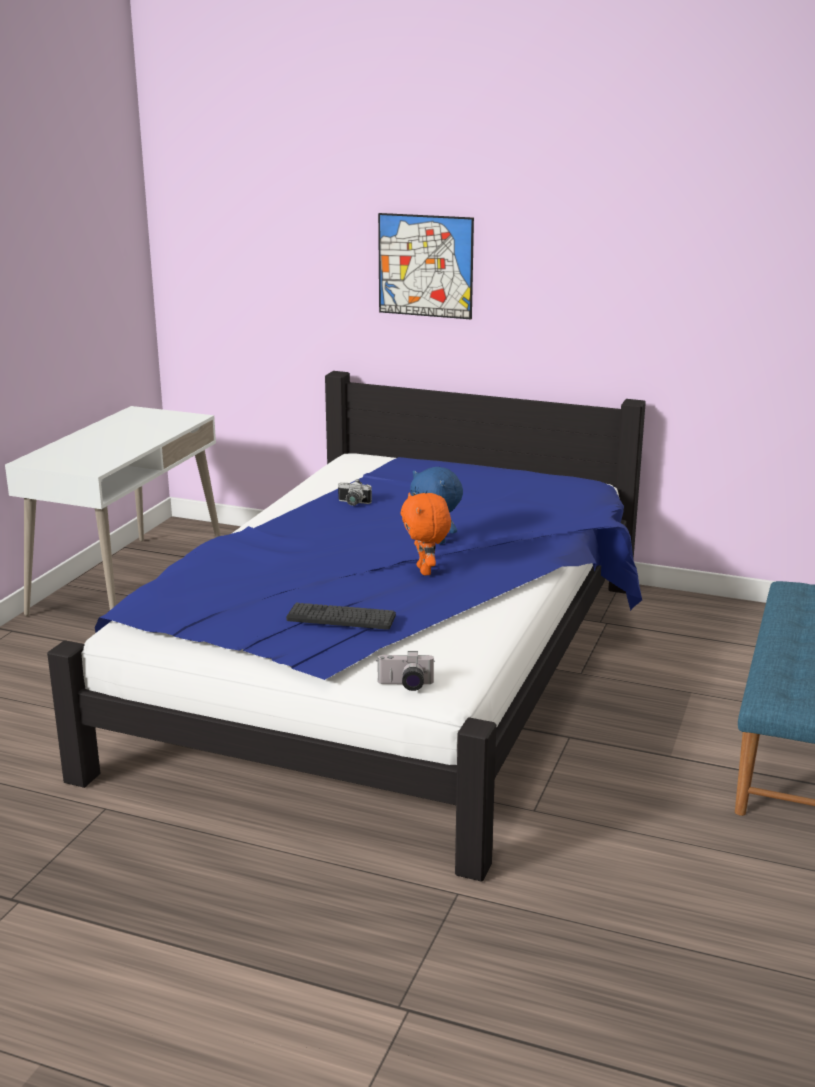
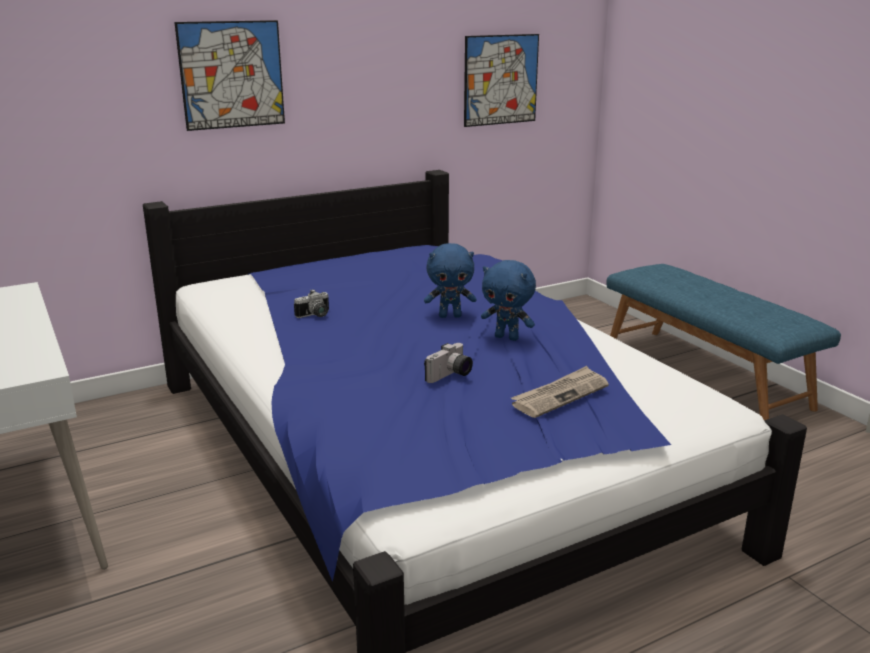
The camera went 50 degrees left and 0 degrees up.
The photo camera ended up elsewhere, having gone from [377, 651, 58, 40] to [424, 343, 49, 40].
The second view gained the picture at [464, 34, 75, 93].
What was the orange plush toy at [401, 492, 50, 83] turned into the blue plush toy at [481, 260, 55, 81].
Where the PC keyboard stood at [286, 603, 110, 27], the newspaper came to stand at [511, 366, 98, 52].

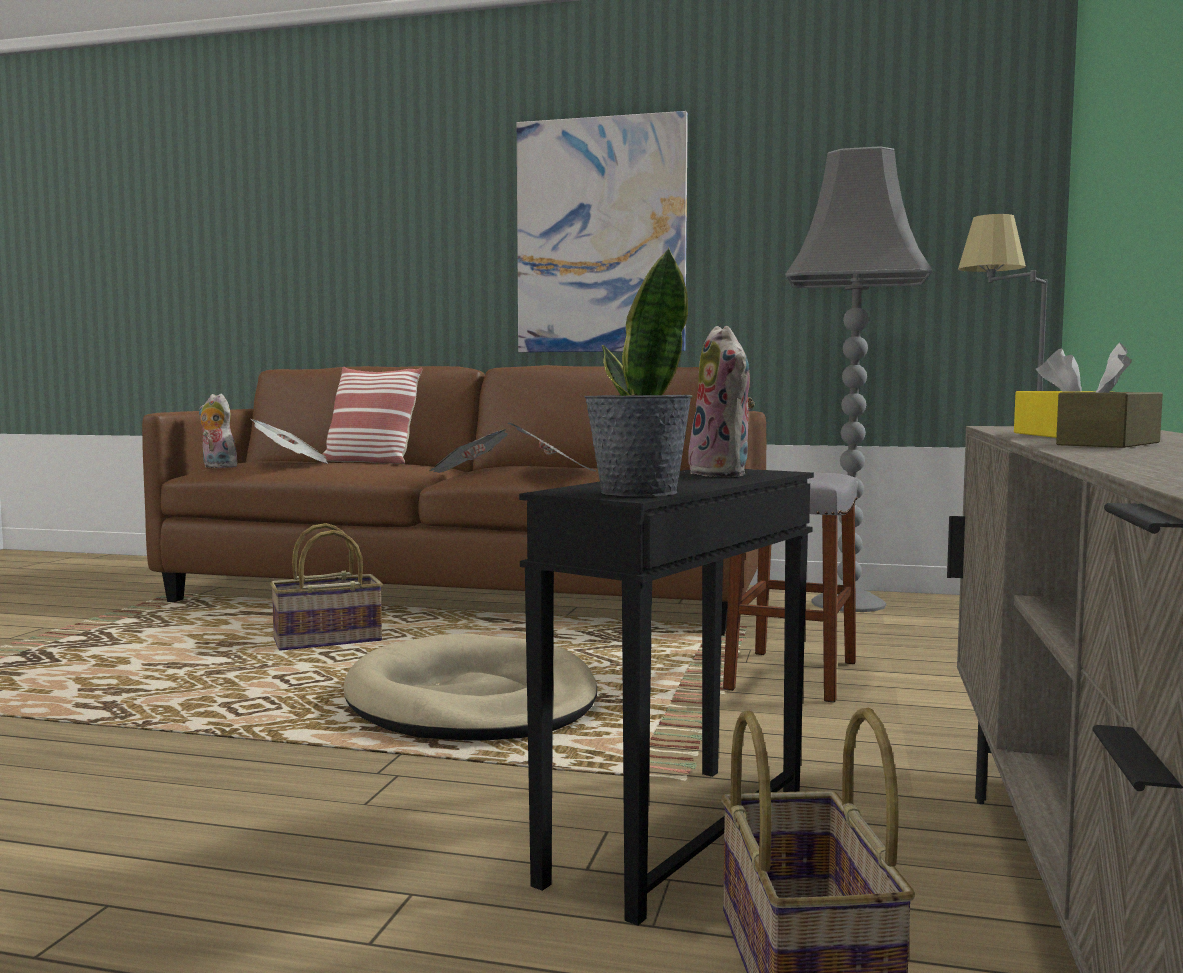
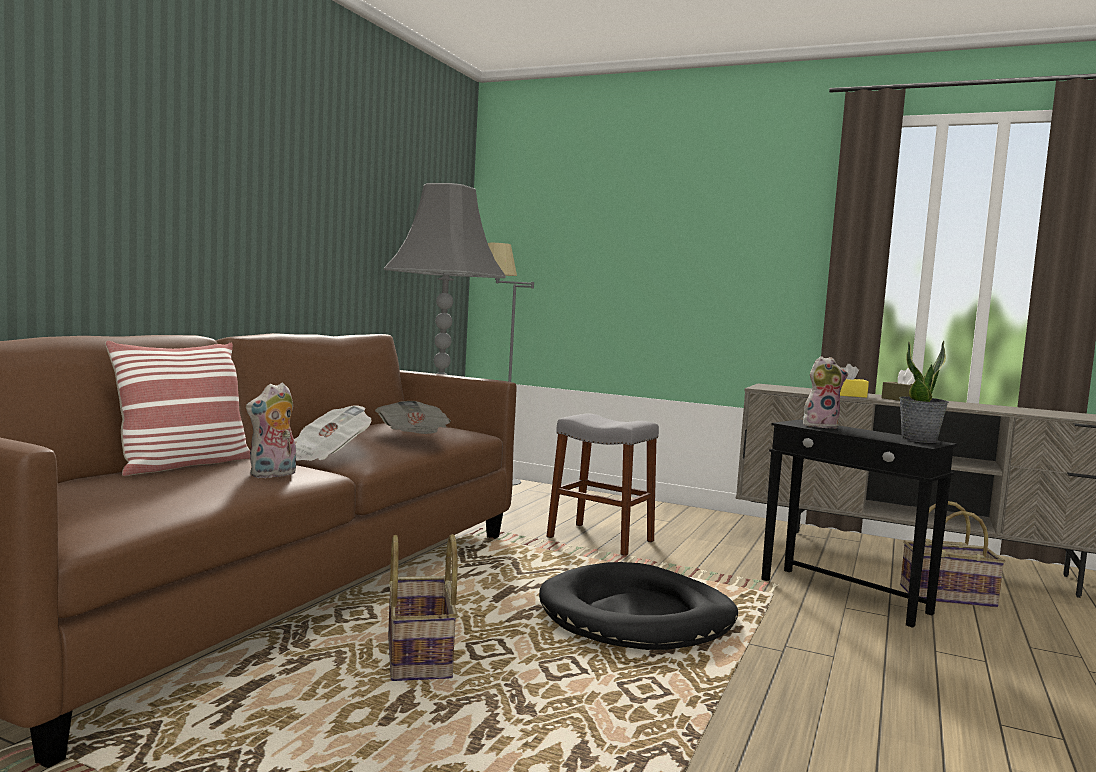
The camera went 80 degrees left and 0 degrees up.
The plush toy ended up elsewhere, having gone from [199, 394, 38, 74] to [246, 383, 50, 95].
What was the sand-coloured dog bed at [343, 634, 254, 107] turned into the black-coloured dog bed at [539, 562, 199, 88].
The second view lost the newspaper at [251, 419, 77, 45].
The second view lost the picture at [517, 111, 171, 241].

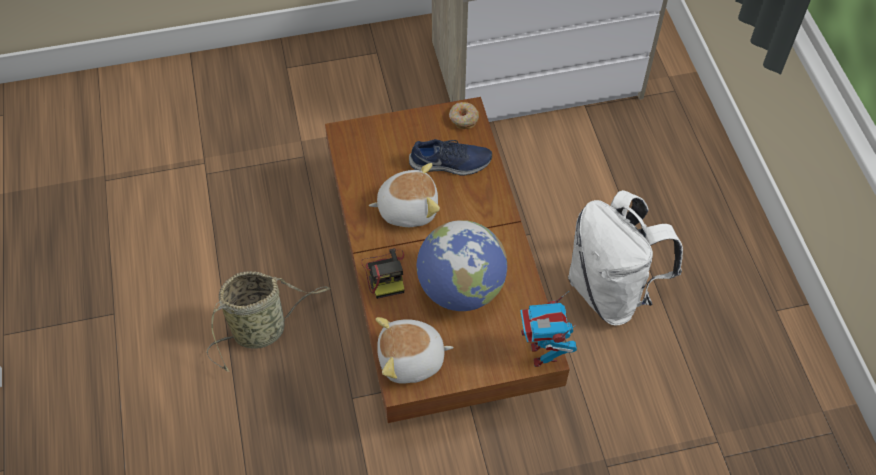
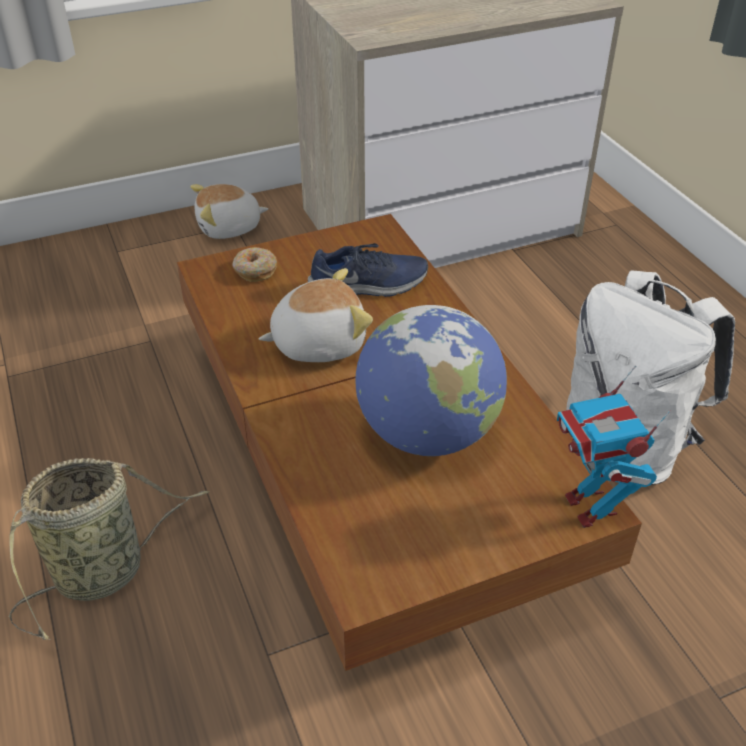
The camera went 10 degrees left and 15 degrees down.
The plush toy ended up elsewhere, having gone from [376, 317, 78, 67] to [190, 184, 78, 55].
The doughnut ended up elsewhere, having gone from [449, 102, 30, 27] to [232, 247, 45, 35].
The second view lost the photo camera at [361, 248, 43, 51].

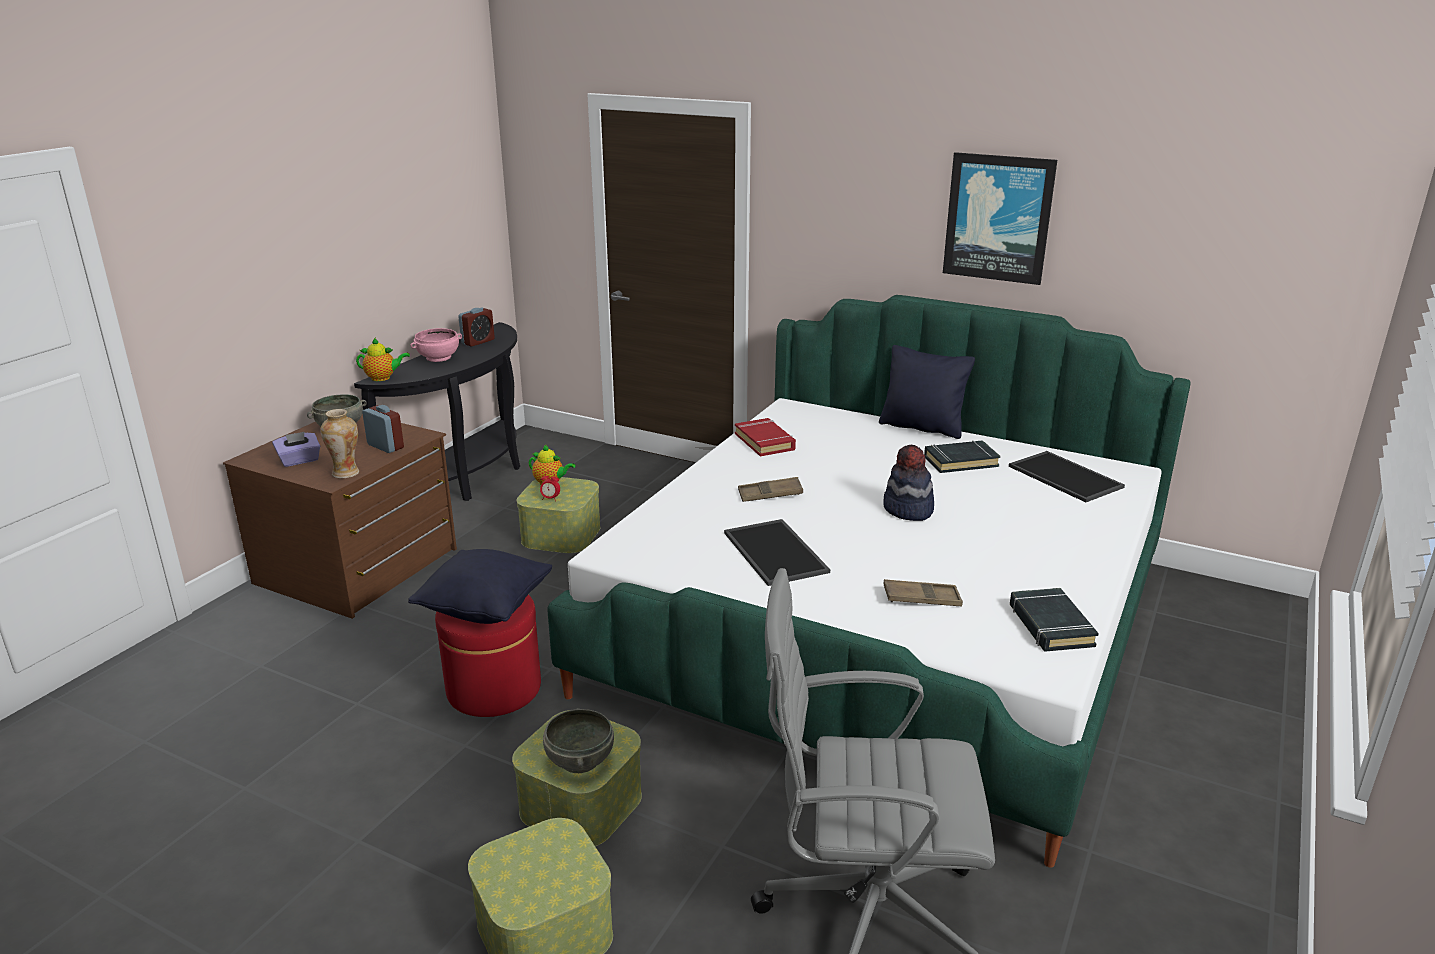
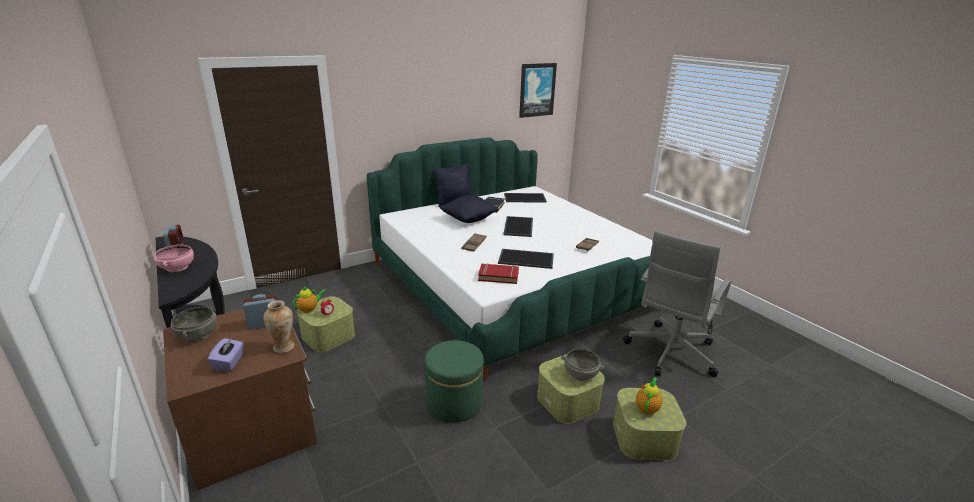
The camera went 60 degrees left and 0 degrees up.
What was the red ottoman at [435, 594, 106, 123] turned into the green-coloured ottoman at [425, 340, 59, 82].
The black-coloured throw pillow ended up elsewhere, having gone from [408, 549, 144, 75] to [440, 195, 58, 28].
The red book ended up elsewhere, having gone from [735, 418, 61, 38] to [478, 263, 41, 21].
Where the hat stood at [883, 445, 51, 76], the serving tray came to stand at [503, 216, 30, 21].
The picture ended up elsewhere, having gone from [943, 152, 114, 133] to [519, 63, 38, 55].
The teapot ended up elsewhere, having gone from [356, 337, 54, 44] to [636, 377, 26, 38].
The second view lost the black-coloured book at [1010, 588, 89, 64].

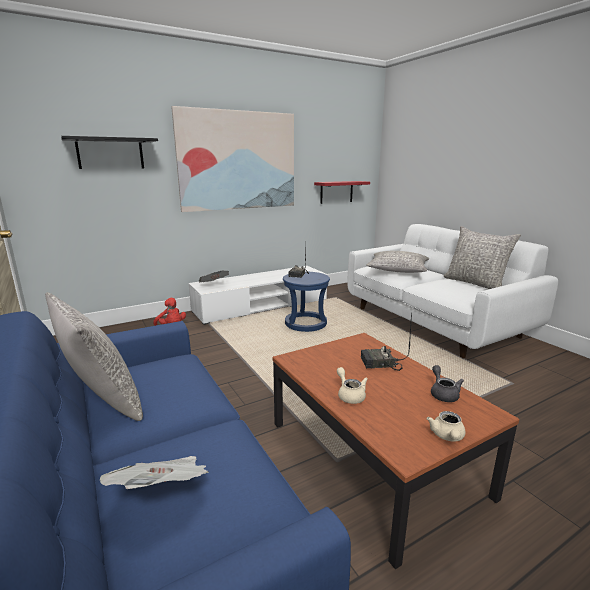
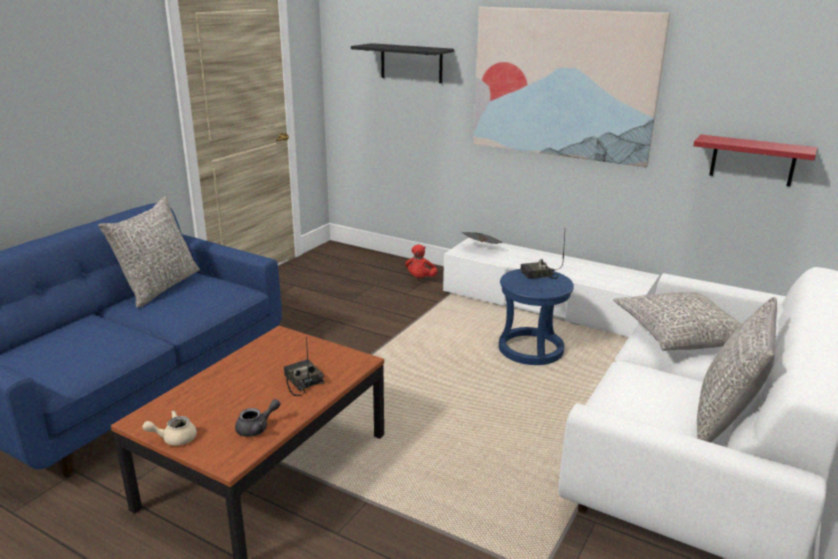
The camera went 60 degrees right and 5 degrees up.
The second view lost the newspaper at [100, 456, 109, 33].
The second view lost the sand-coloured teapot at [337, 367, 31, 37].

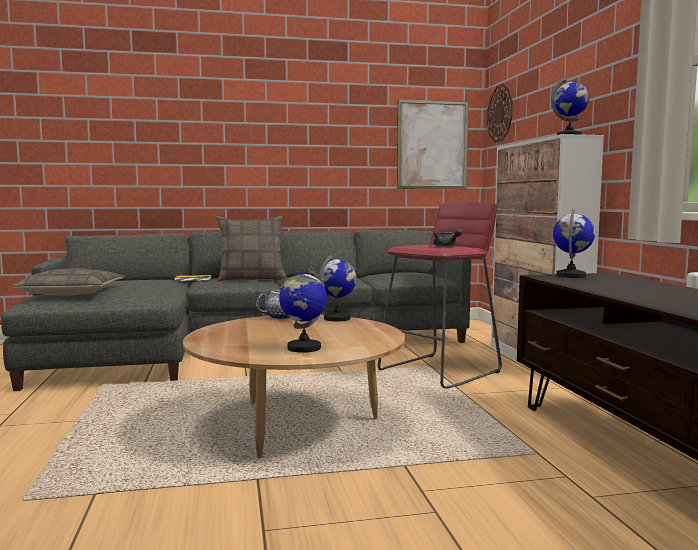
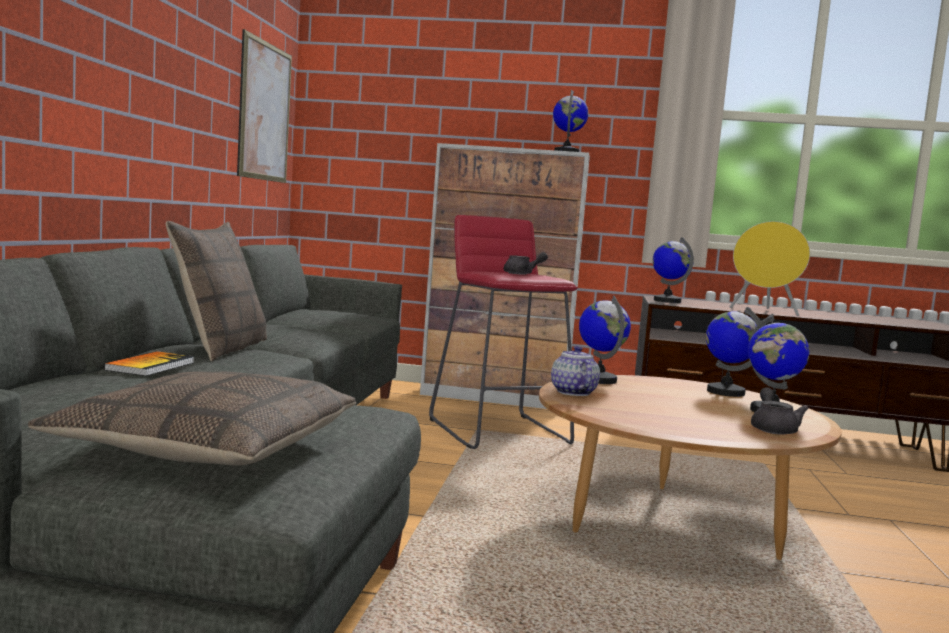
The camera went 70 degrees left and 0 degrees up.
The second view gained the desk globe at [706, 307, 55, 90].
The second view gained the yellowish audio speaker at [730, 221, 80, 95].
The second view gained the gray teapot at [751, 387, 58, 48].
The second view lost the clock on the wall at [487, 84, 26, 59].

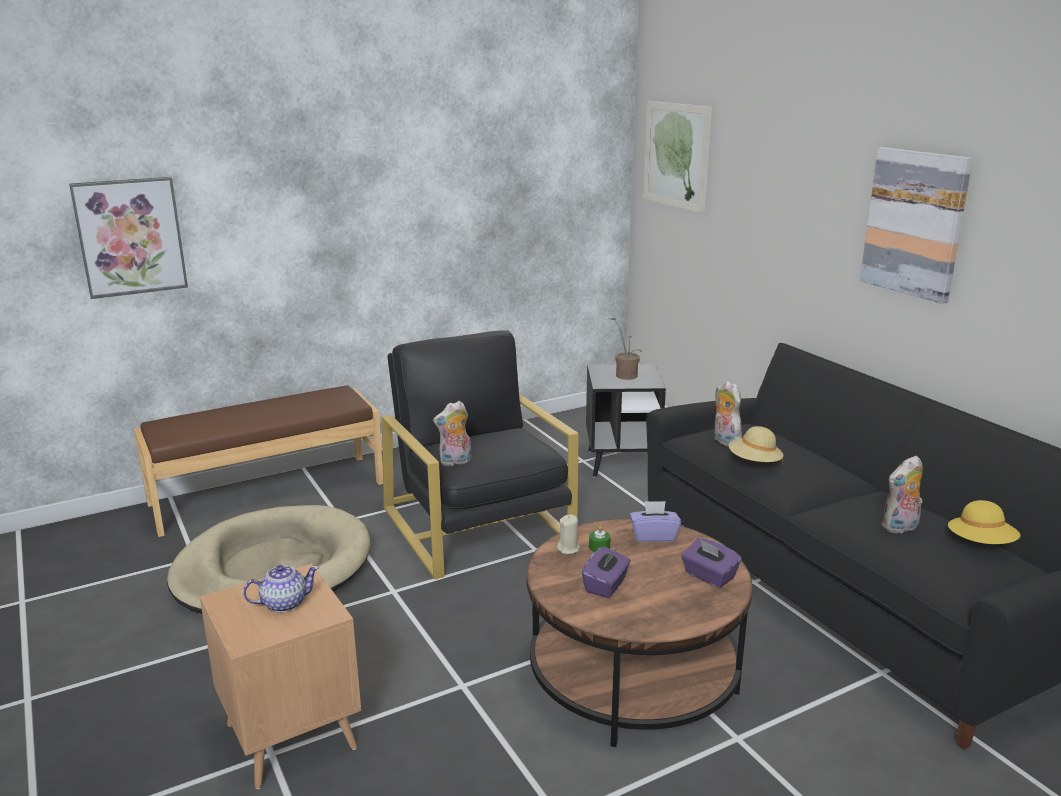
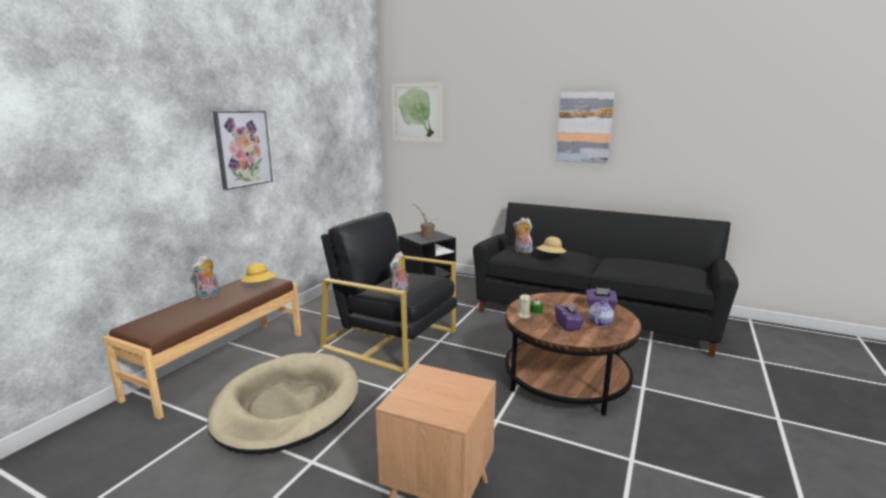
The camera went 35 degrees left and 5 degrees down.
The plush toy ended up elsewhere, having gone from [881, 455, 42, 78] to [190, 255, 29, 45].
The picture ended up elsewhere, having gone from [69, 177, 119, 122] to [213, 111, 60, 79].
The yellowish hat ended up elsewhere, having gone from [948, 500, 73, 44] to [241, 263, 35, 20].
The teapot ended up elsewhere, having gone from [243, 565, 76, 47] to [588, 299, 26, 28].
The second view lost the purple-coloured box of tissues at [630, 501, 51, 41].

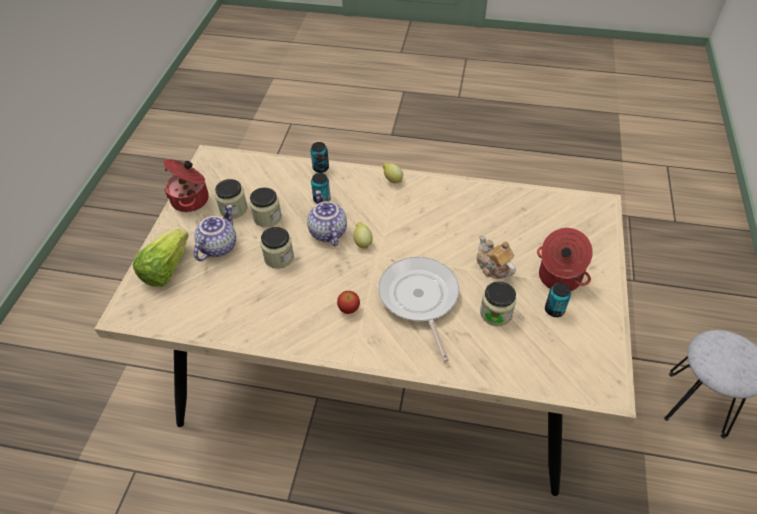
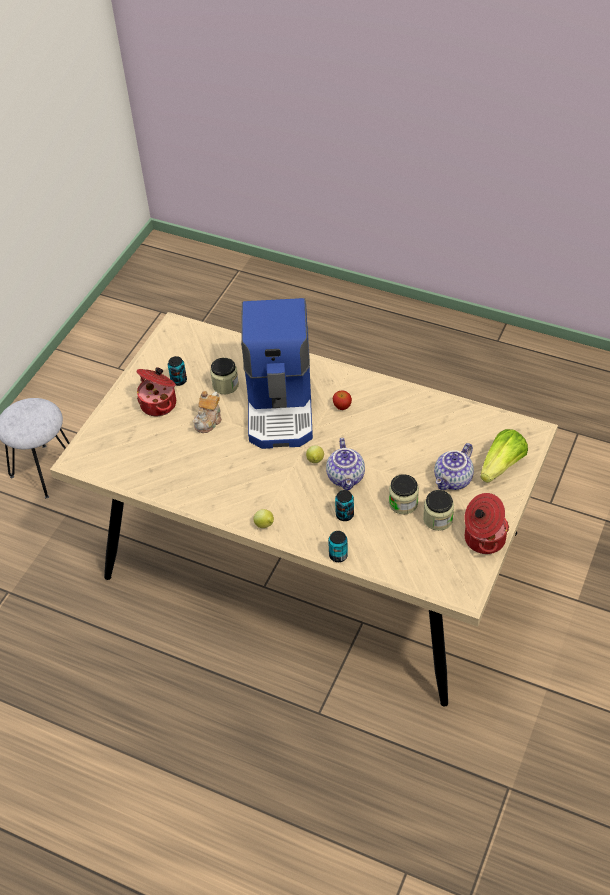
The camera went 165 degrees left and 0 degrees up.
The teapot at [477, 235, 39, 44] ended up facing another way, 45 degrees clockwise from before.
Where the pan stood at [378, 257, 81, 105], the coffee maker came to stand at [241, 298, 72, 151].
The second view lost the preserve jar at [261, 227, 33, 42].

